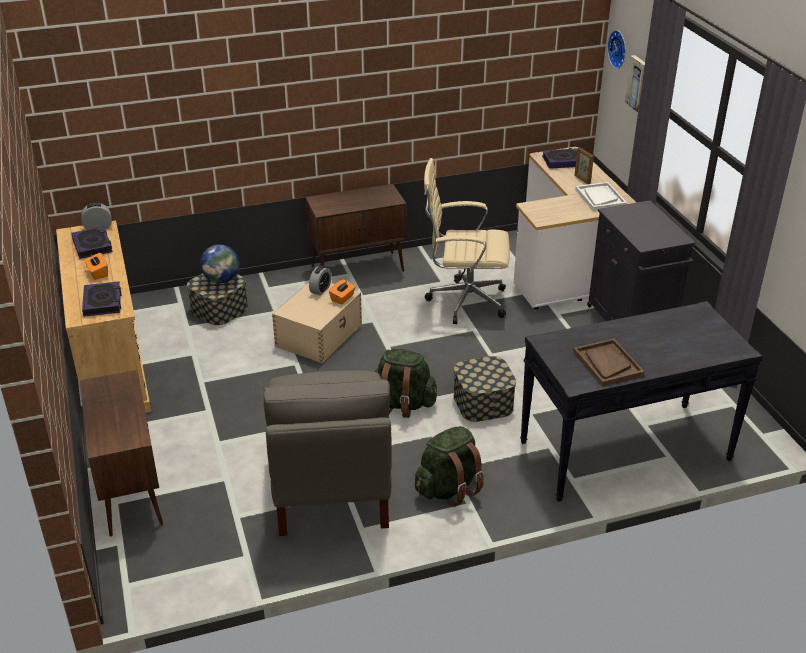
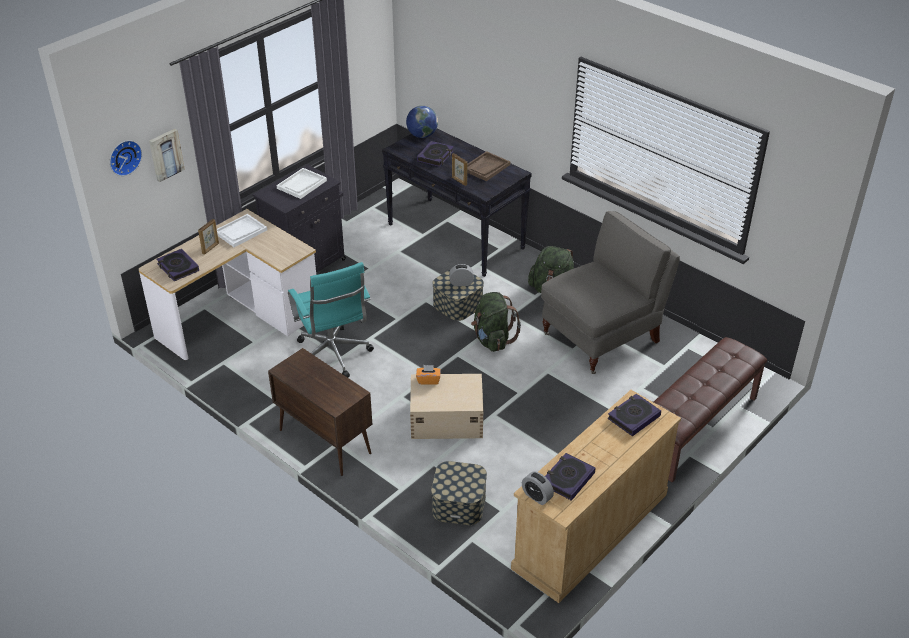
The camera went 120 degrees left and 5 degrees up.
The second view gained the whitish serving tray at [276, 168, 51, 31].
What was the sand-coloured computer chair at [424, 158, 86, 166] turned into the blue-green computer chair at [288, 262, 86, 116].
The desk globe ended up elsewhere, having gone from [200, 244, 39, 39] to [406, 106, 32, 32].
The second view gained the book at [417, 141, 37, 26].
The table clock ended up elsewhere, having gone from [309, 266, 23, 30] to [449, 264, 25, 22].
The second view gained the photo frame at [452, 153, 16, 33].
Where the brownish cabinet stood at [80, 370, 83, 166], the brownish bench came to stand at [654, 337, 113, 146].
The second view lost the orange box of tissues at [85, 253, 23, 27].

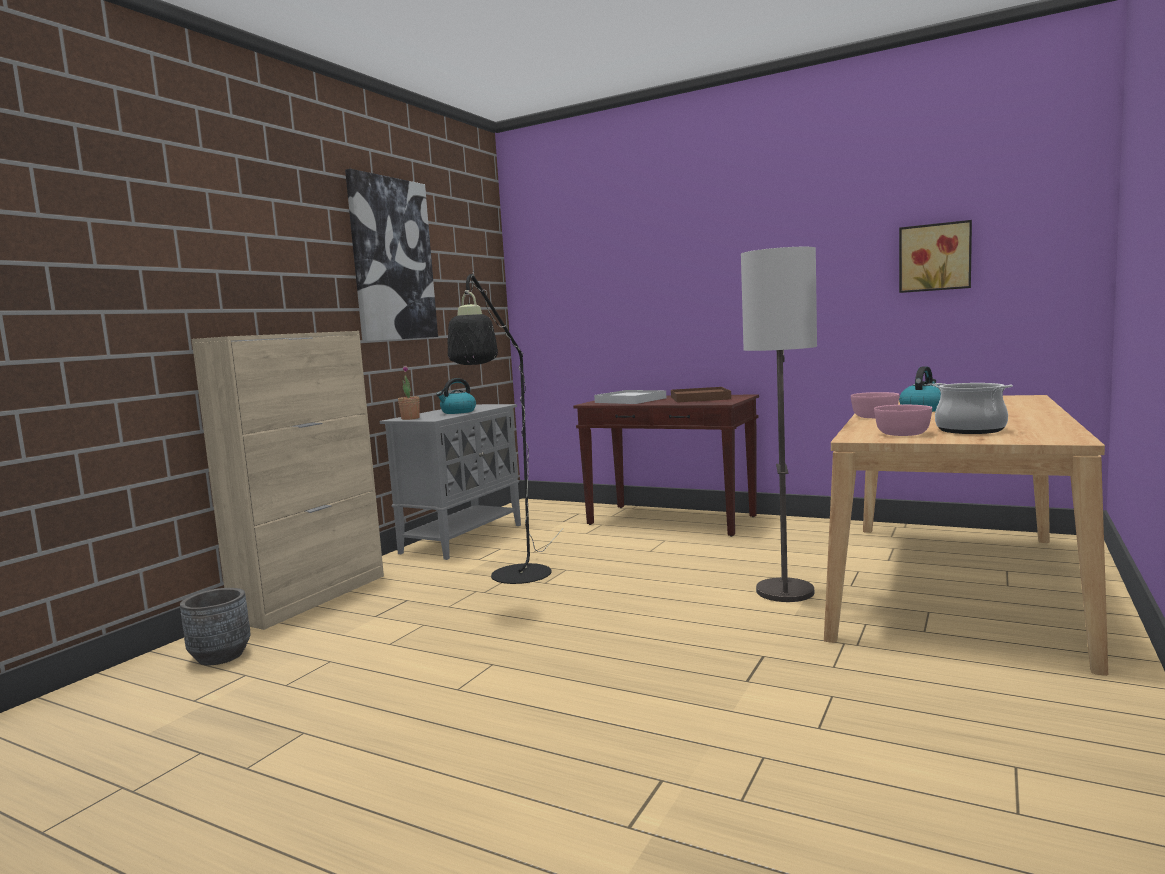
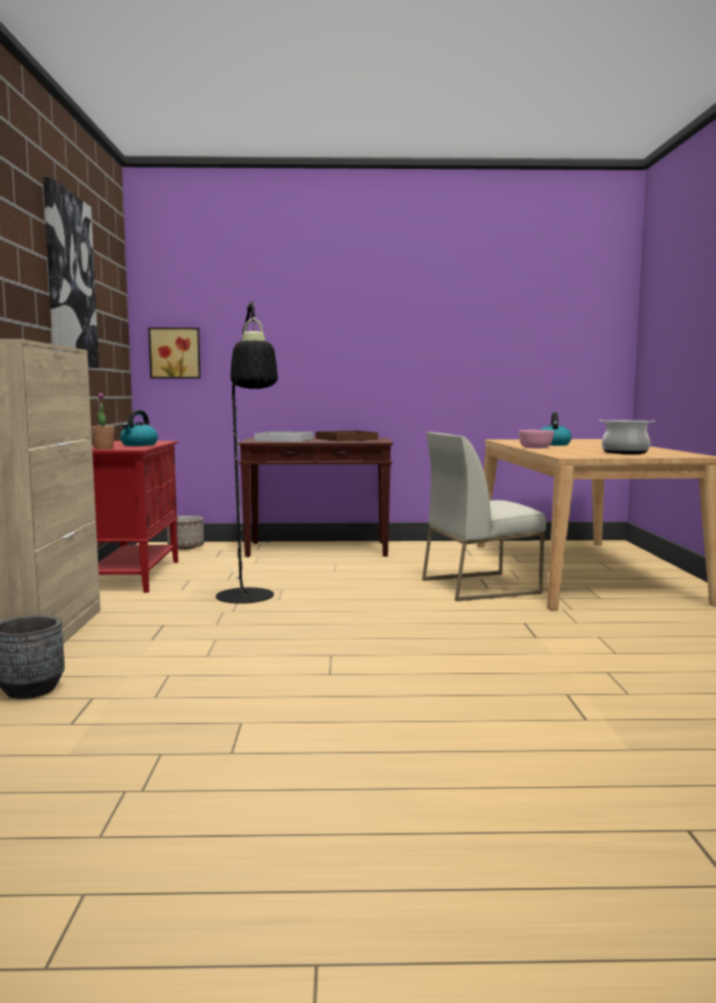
The camera went 30 degrees left and 0 degrees up.
What was the gray cabinet at [380, 404, 141, 156] turned into the red cabinet at [92, 441, 86, 152].
The picture ended up elsewhere, having gone from [899, 220, 73, 73] to [148, 328, 53, 50].
The second view gained the flower pot at [167, 516, 37, 33].
Where the standard lamp stood at [741, 247, 76, 355], the whitish chair came to stand at [422, 432, 124, 169].
The second view lost the pink-coloured bowl at [874, 405, 58, 31].

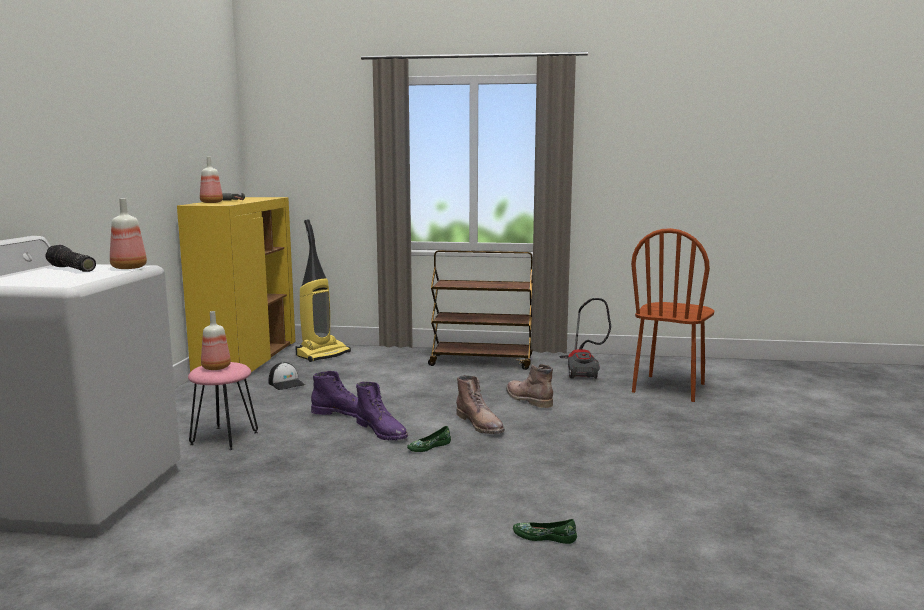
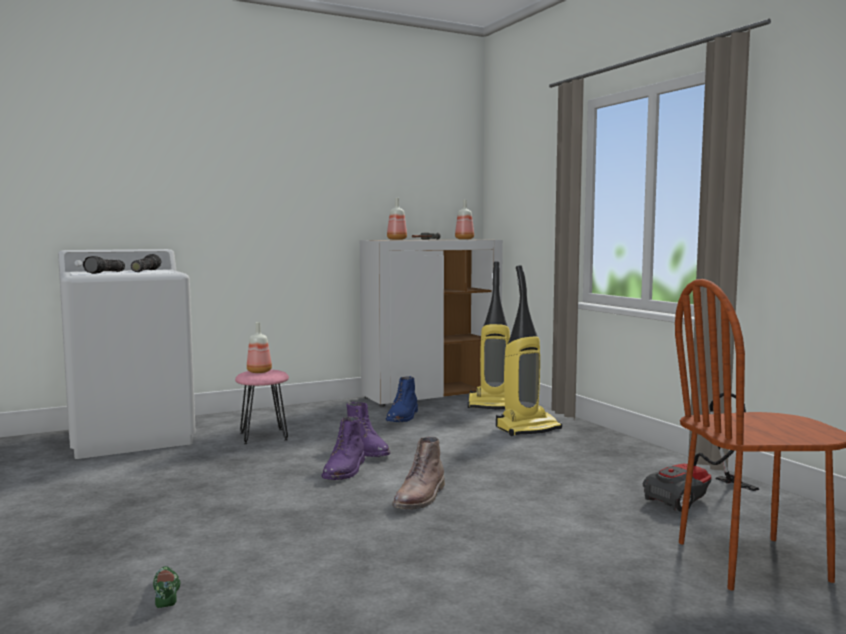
The camera went 55 degrees right and 5 degrees down.
The second view gained the flashlight at [83, 256, 42, 18].
What was the yellowish cabinet at [177, 197, 118, 175] turned into the whitish cabinet at [360, 240, 143, 167].
Where the cap stood at [269, 362, 36, 28], the blue tall boot came to stand at [386, 376, 32, 46].
The drink bottle ended up elsewhere, having gone from [110, 198, 37, 71] to [455, 200, 19, 39].
The second view gained the vacuum at [496, 265, 66, 171].
The second view lost the green-coloured low shoe at [407, 426, 44, 26].
The second view lost the brownish trolley at [428, 250, 105, 120].
The second view lost the brownish tall boot at [506, 364, 47, 44].

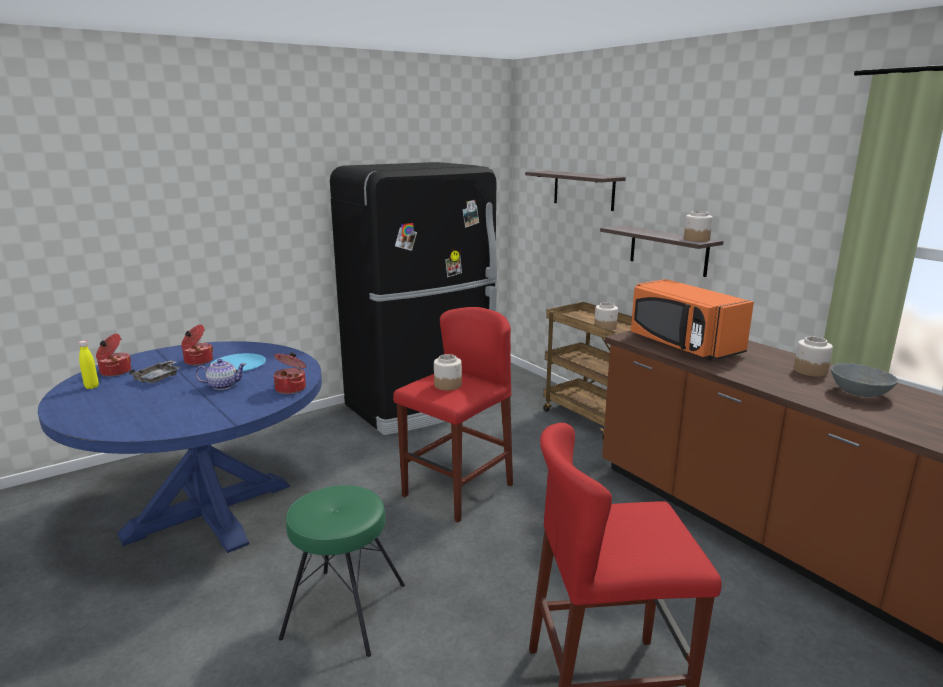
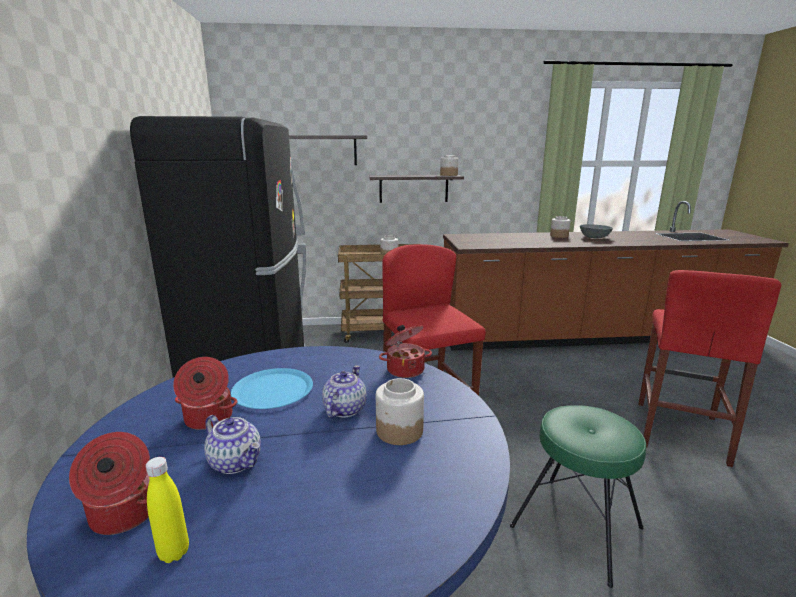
The camera went 60 degrees left and 0 degrees up.
Where the gray serving tray stood at [129, 360, 52, 23], the teapot came to stand at [204, 415, 57, 59].
The preserve jar ended up elsewhere, having gone from [434, 354, 28, 37] to [376, 378, 48, 67].
The second view lost the orange microwave oven at [631, 279, 123, 81].

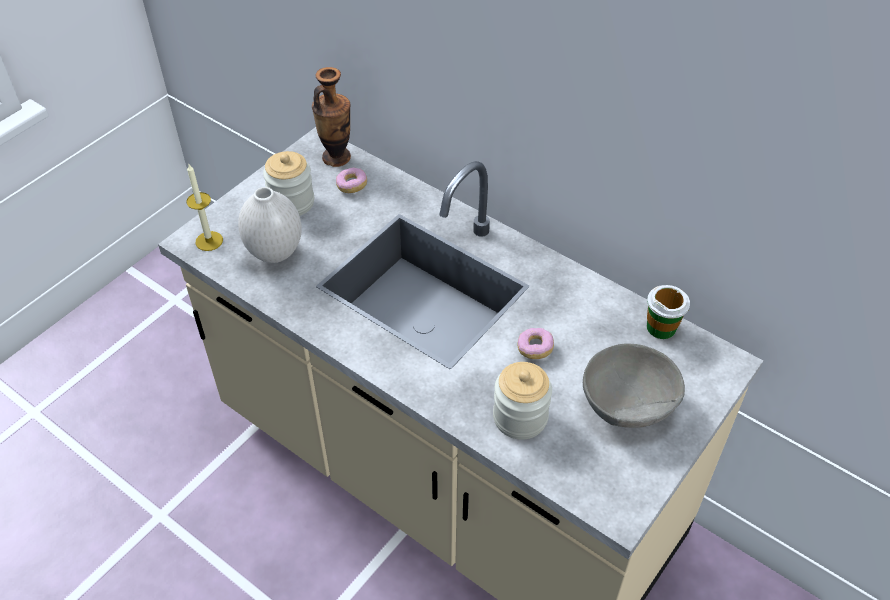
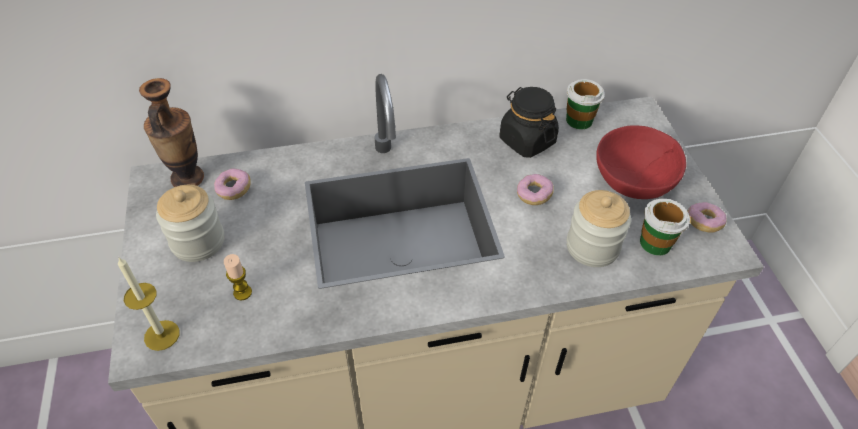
The camera went 50 degrees left and 0 degrees up.
Where the whitish decorative vase stood at [238, 187, 64, 76], the wax light came to stand at [224, 254, 28, 46].
The second view gained the black-coloured preserve jar at [500, 87, 59, 71].
What was the gray bowl at [583, 343, 102, 85] turned into the red bowl at [596, 126, 90, 73].
The second view gained the drinking cup at [640, 199, 50, 57].
The second view gained the doughnut at [687, 202, 39, 30].

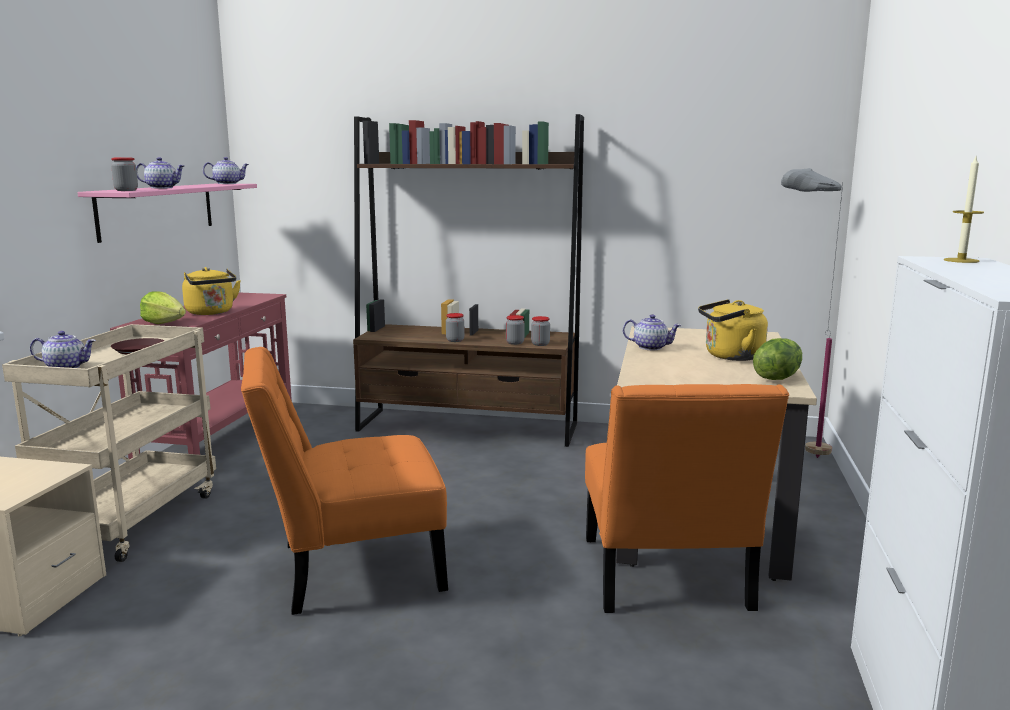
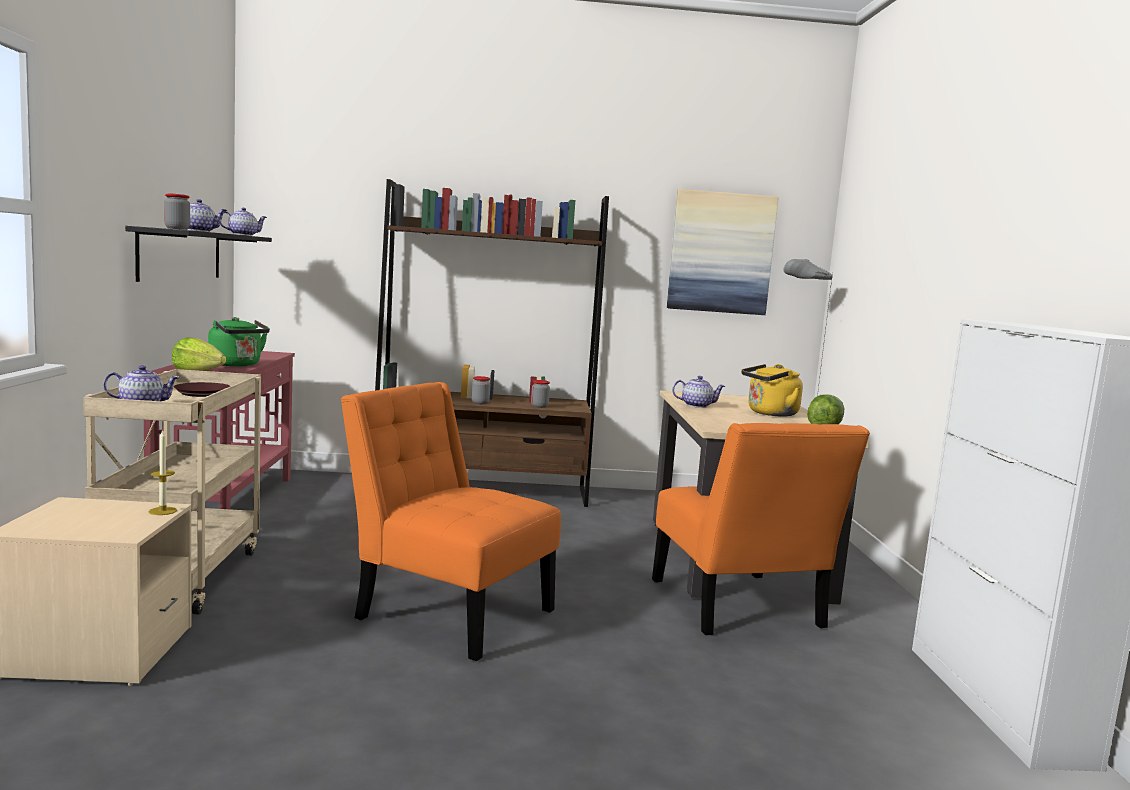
The camera went 15 degrees left and 5 degrees down.
What was the pink-coloured bracket shelf at [78, 184, 179, 59] turned into the black-coloured bracket shelf at [125, 226, 147, 56].
The wax light ended up elsewhere, having gone from [944, 157, 40, 106] to [149, 429, 28, 86].
What was the yellowish kettle at [182, 267, 59, 48] turned into the green-coloured kettle at [208, 317, 62, 50].
The orange chair at [241, 347, 207, 268] ended up facing another way, 60 degrees clockwise from before.
The second view gained the picture at [667, 189, 112, 126].
The second view lost the preserve jar at [531, 316, 19, 30].

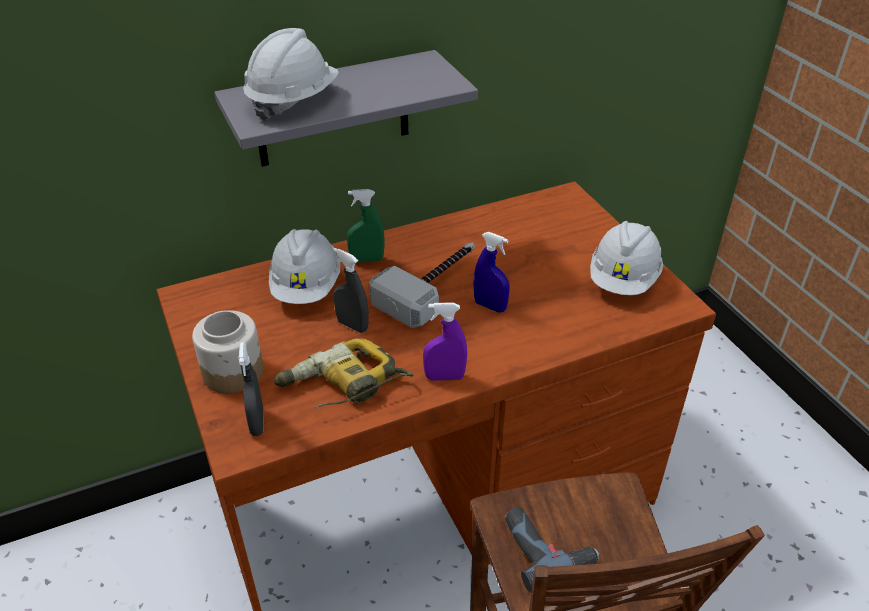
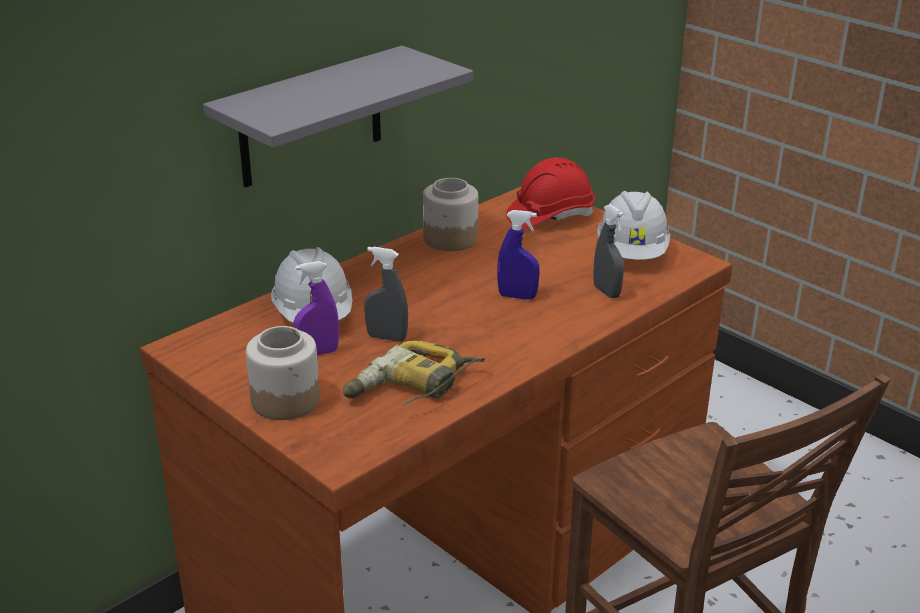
The camera went 20 degrees left and 10 degrees down.
The purple-coloured spray bottle ended up elsewhere, having gone from [423, 303, 44, 78] to [294, 261, 45, 94].
The second view gained the preserve jar at [423, 178, 55, 73].
The second view gained the red safety helmet at [506, 158, 89, 71].
The gray spray bottle ended up elsewhere, having gone from [239, 342, 25, 94] to [593, 204, 31, 94].
The second view lost the whitish safety helmet at [243, 28, 96, 93].
The second view lost the green-coloured spray bottle at [347, 189, 38, 74].
The second view lost the hand hammer at [369, 242, 106, 86].
The second view lost the drill at [505, 507, 95, 86].

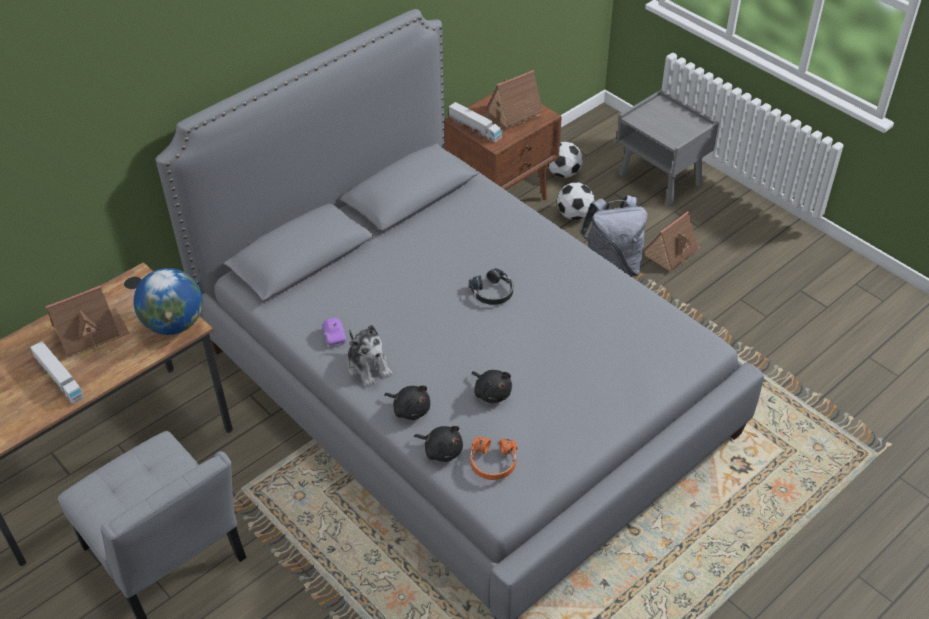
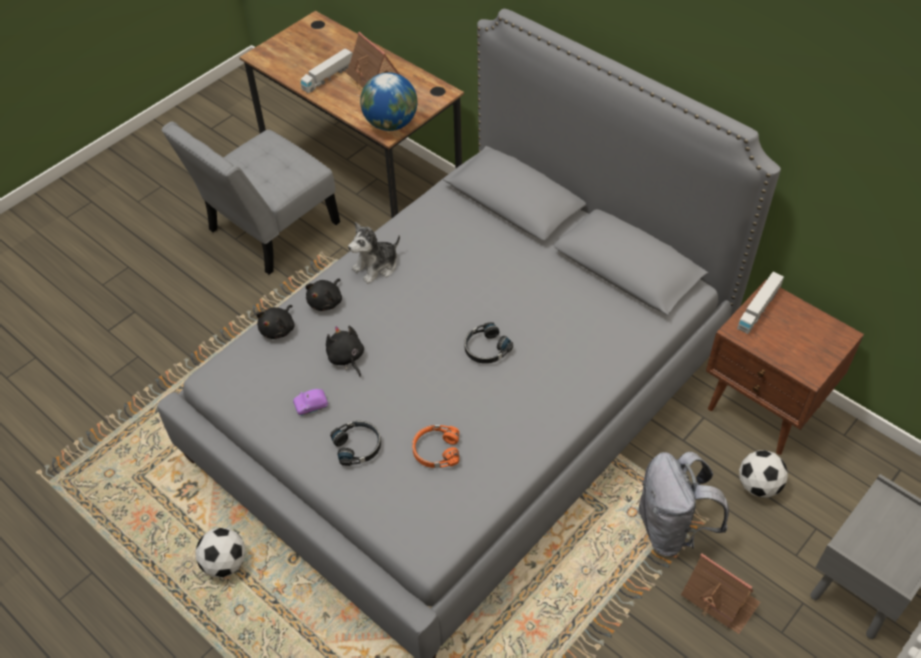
The camera went 85 degrees right and 5 degrees up.
The football ball ended up elsewhere, having gone from [547, 141, 36, 37] to [196, 528, 49, 49].
The purple-coloured miniature car ended up elsewhere, having gone from [322, 318, 24, 29] to [293, 389, 35, 27].
The black-coloured plush toy at [472, 370, 40, 34] ended up facing another way, 105 degrees clockwise from before.
The second view gained the black-coloured pair of headphones at [330, 421, 51, 45].
The orange pair of headphones ended up elsewhere, having gone from [470, 437, 47, 43] to [412, 425, 47, 43].
The second view lost the toy house at [481, 70, 62, 62].

